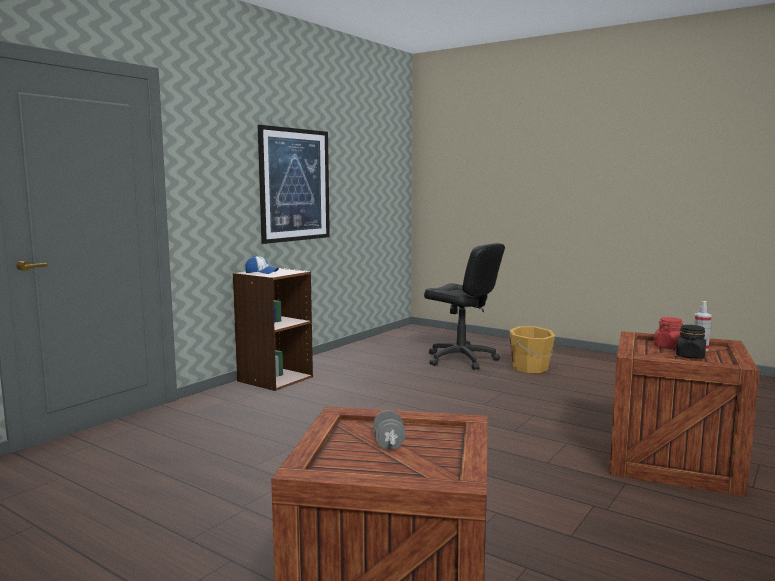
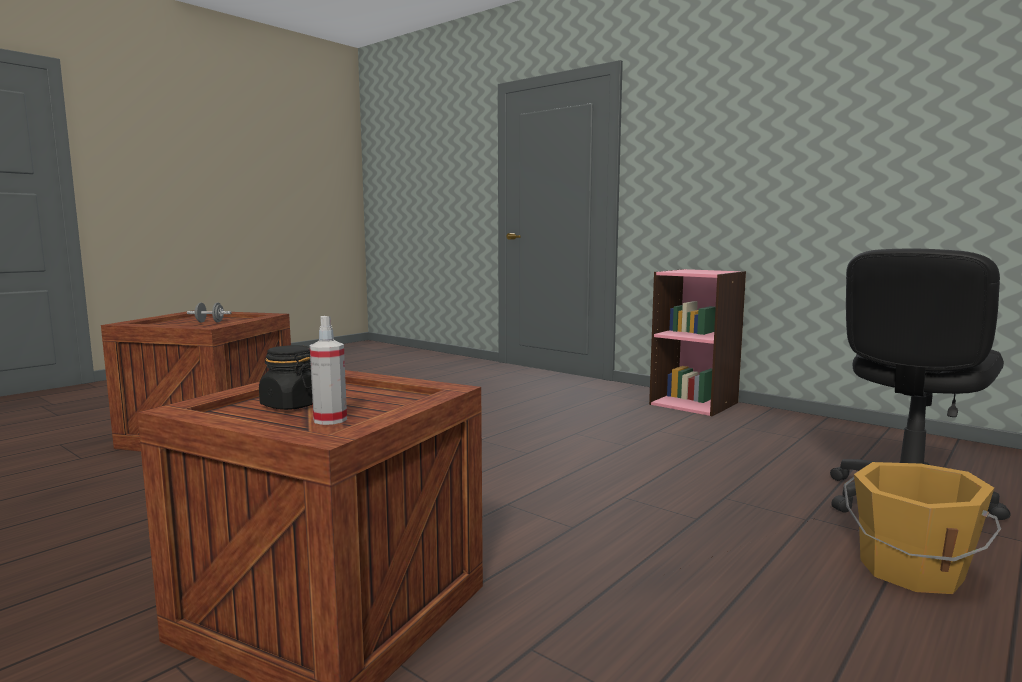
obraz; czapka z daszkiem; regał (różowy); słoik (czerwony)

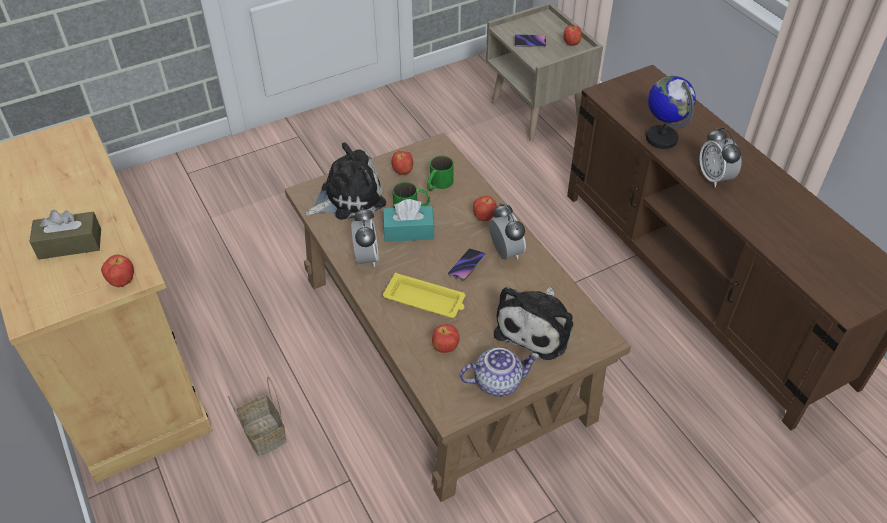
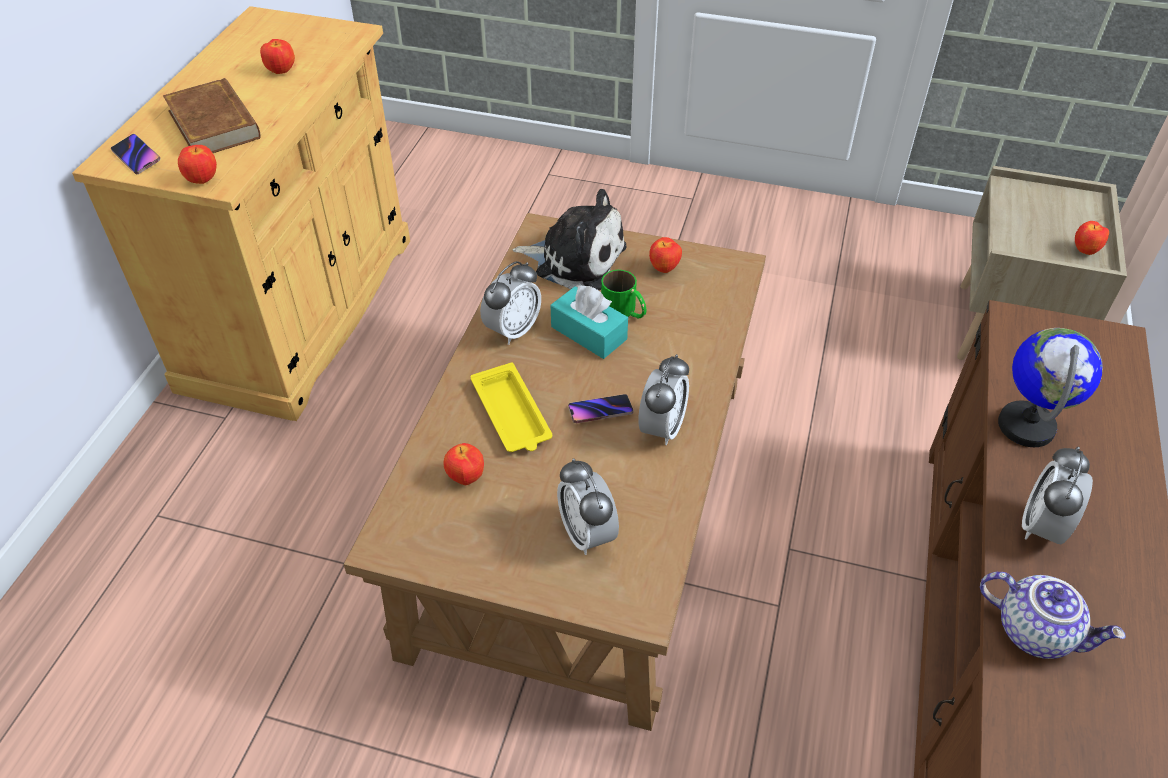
telefon (no. 1 from left); kubek (zielony) (no. 2 from left in the first image); jabłko (no. 2 from left); książka (brązowy); budzik (no. 2 from left); imbryk; koszyk

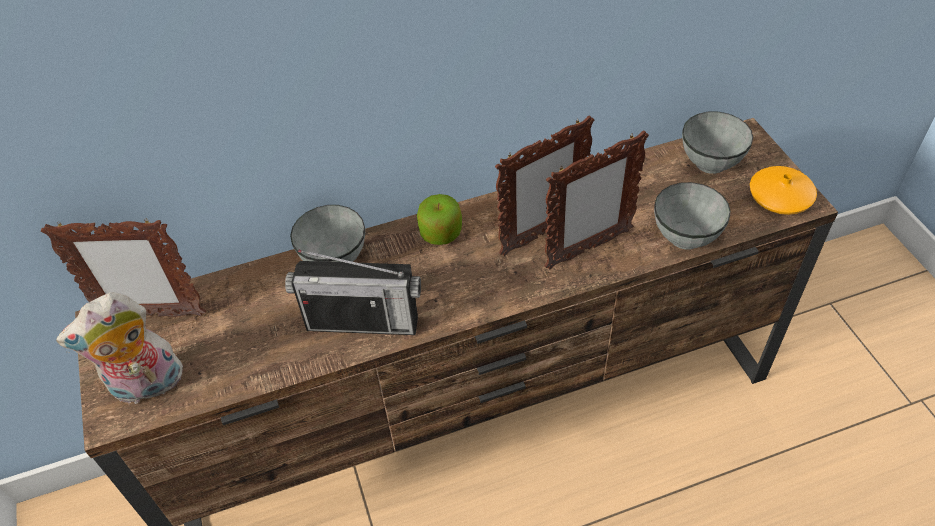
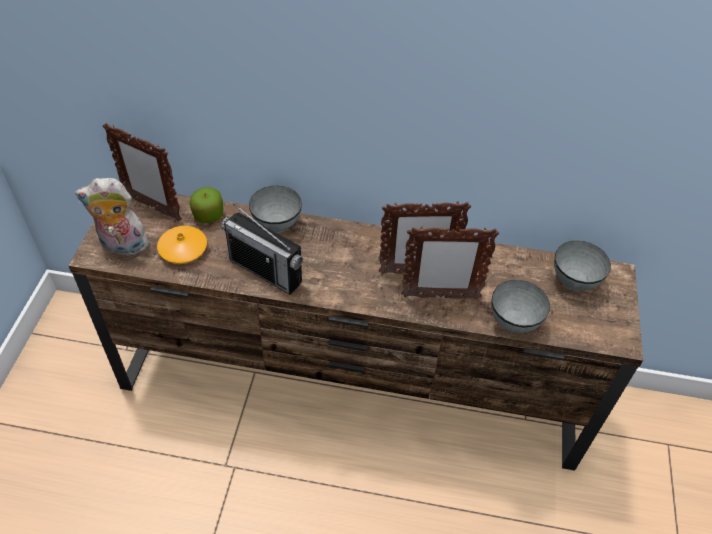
wazon (pomarańczowy); jabłko

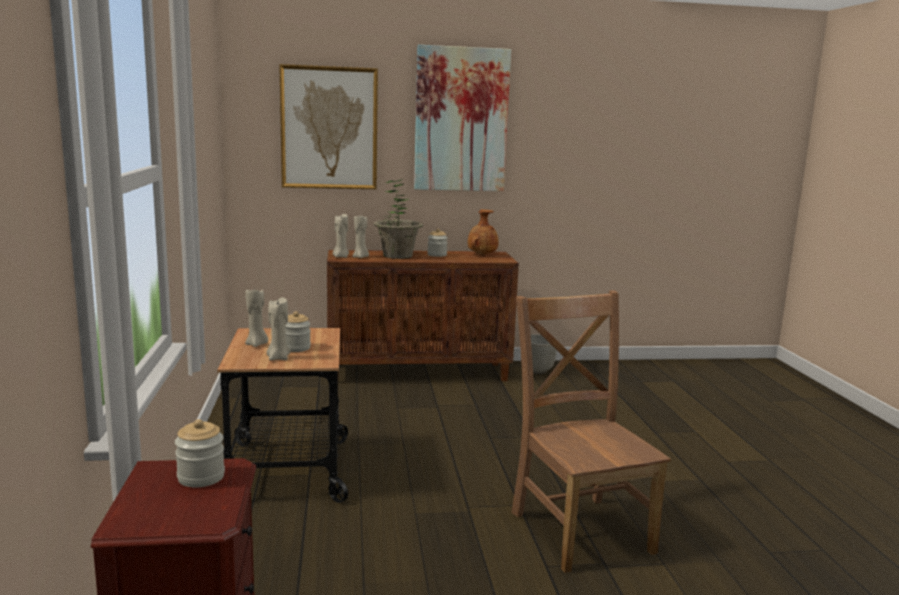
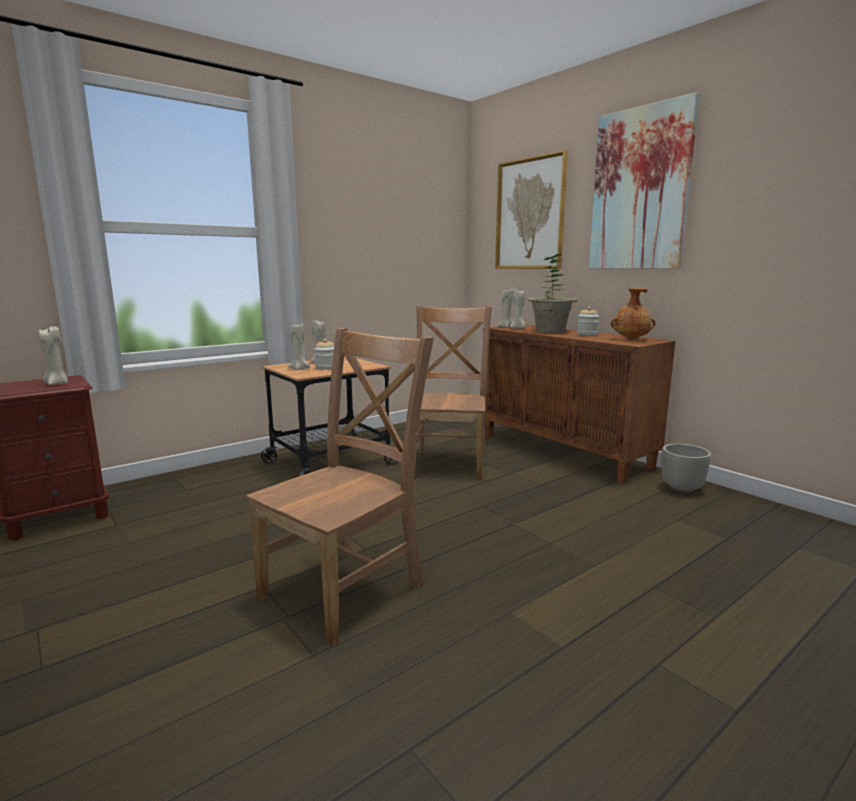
świeca (beżowy) (no. 1 from left); krzesło (brązowy) (no. 2 from left)

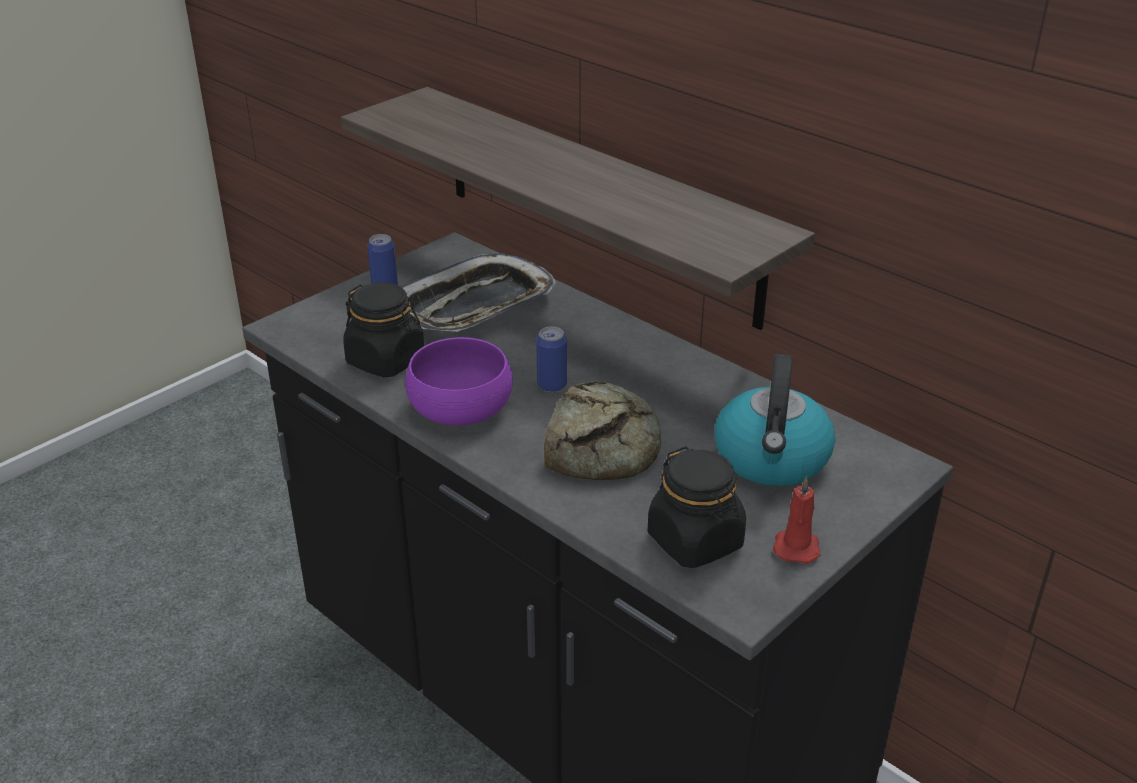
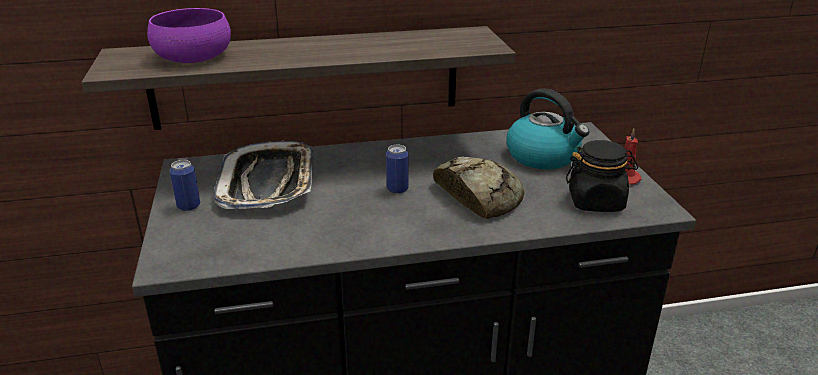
słoik (czarny) (no. 1 from left in the first image); miska (fioletowy)

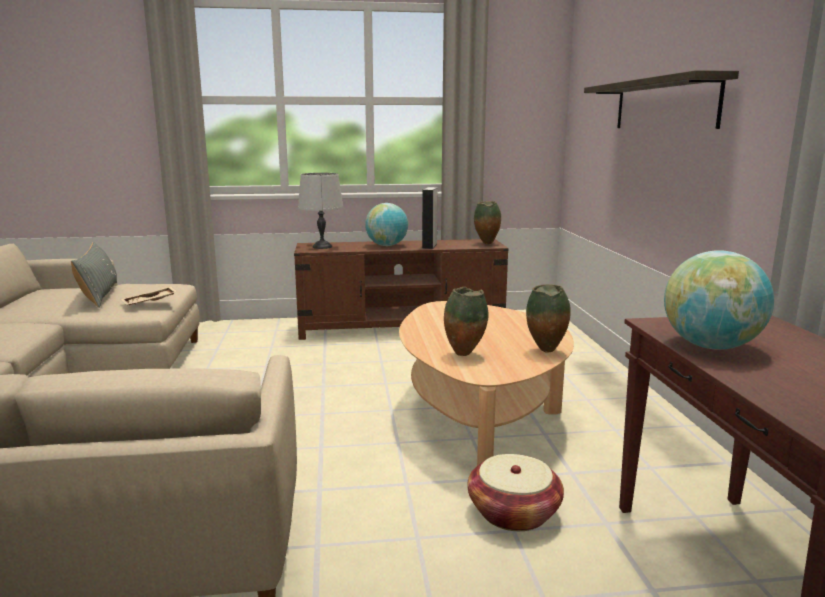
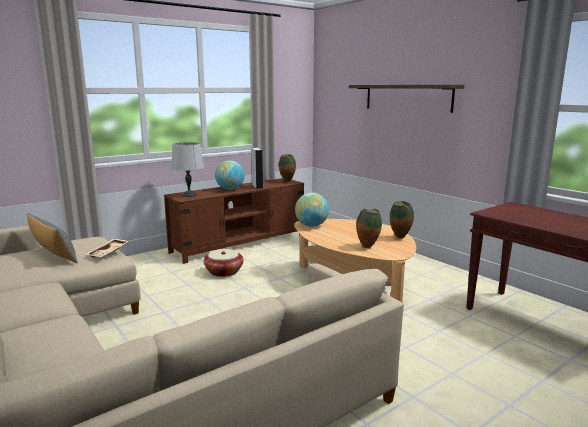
globus (no. 2 from left); koszyk

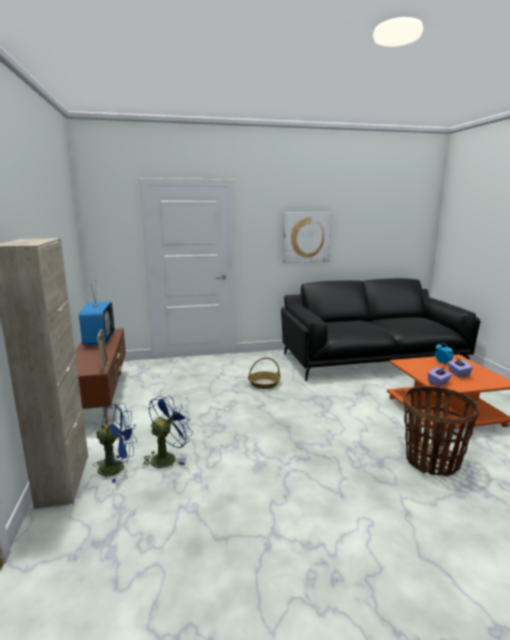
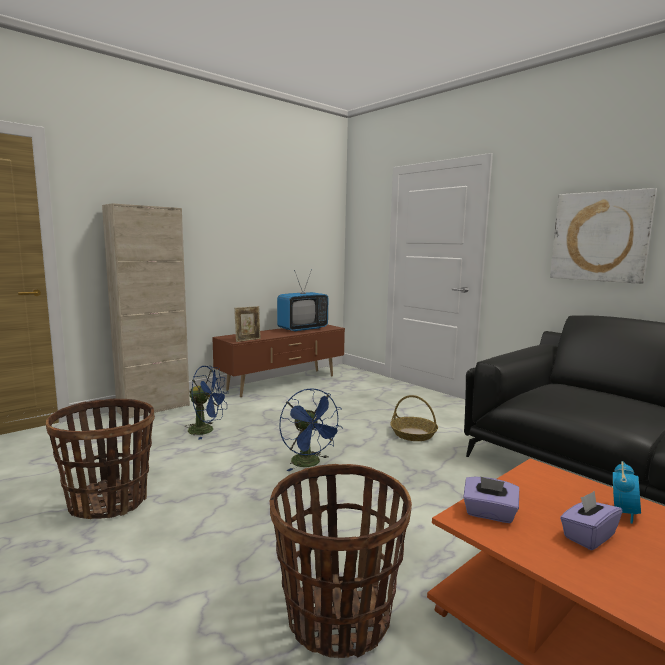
wentylator (niebieski) (no. 2 from left); koszyk (no. 1 from left)

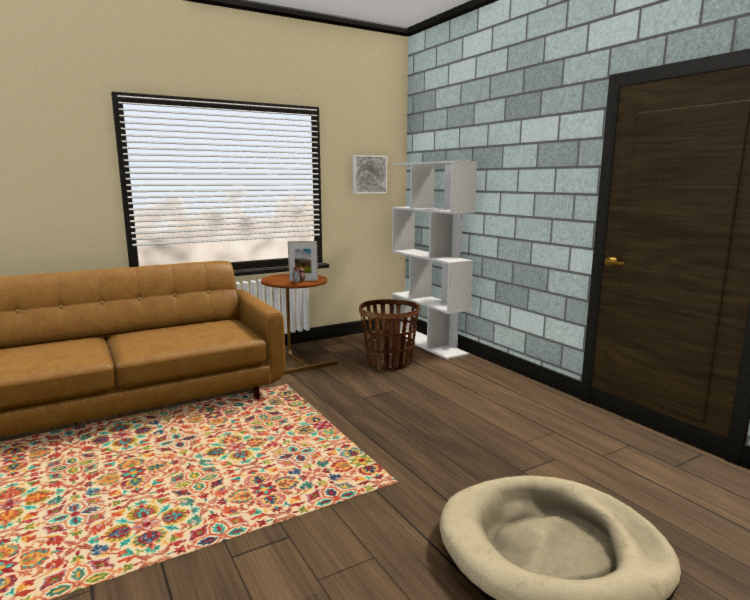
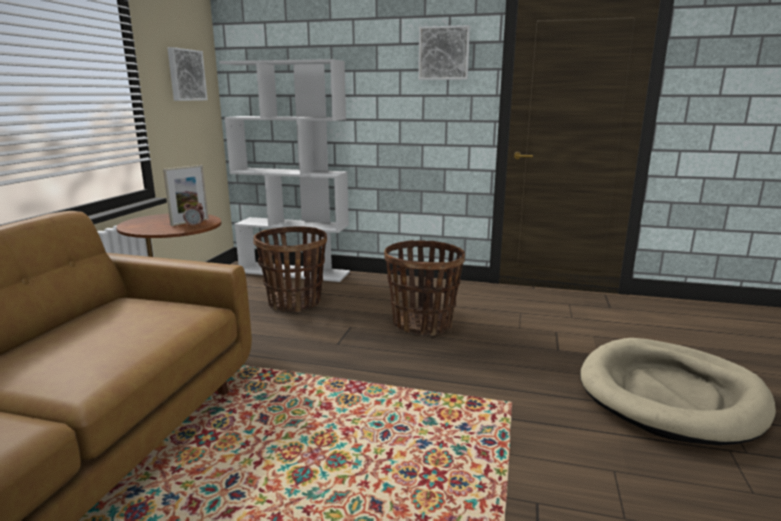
obraz (no. 2 from left); koszyk (no. 2 from left)

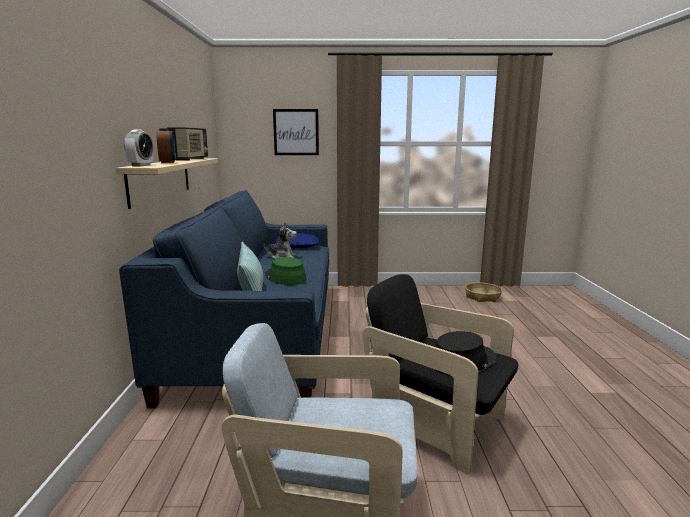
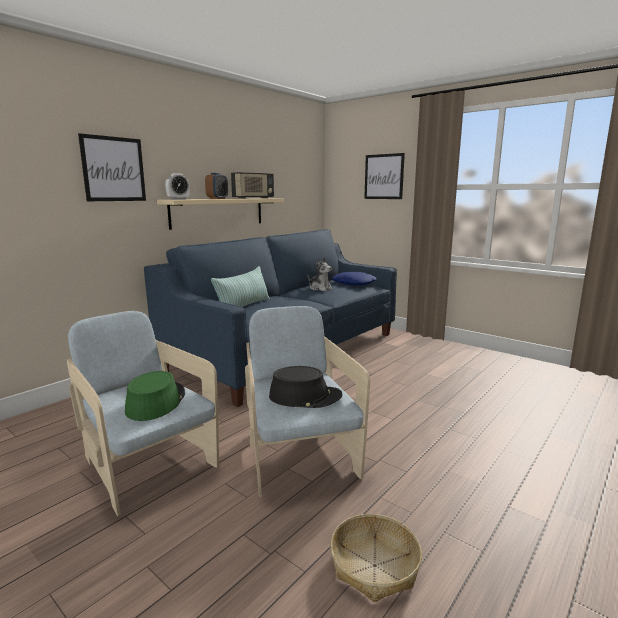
kapelusz (zielony); fotel (beżowy) (no. 2 from left); koszyk; obraz (no. 1 from left)

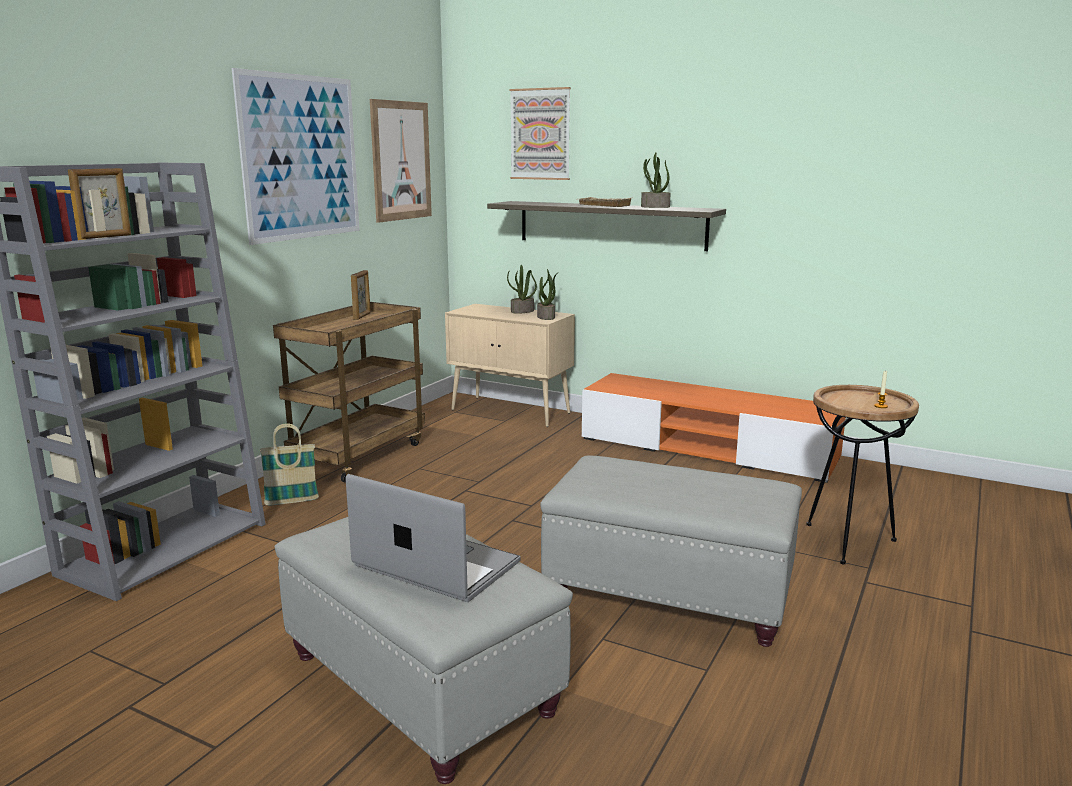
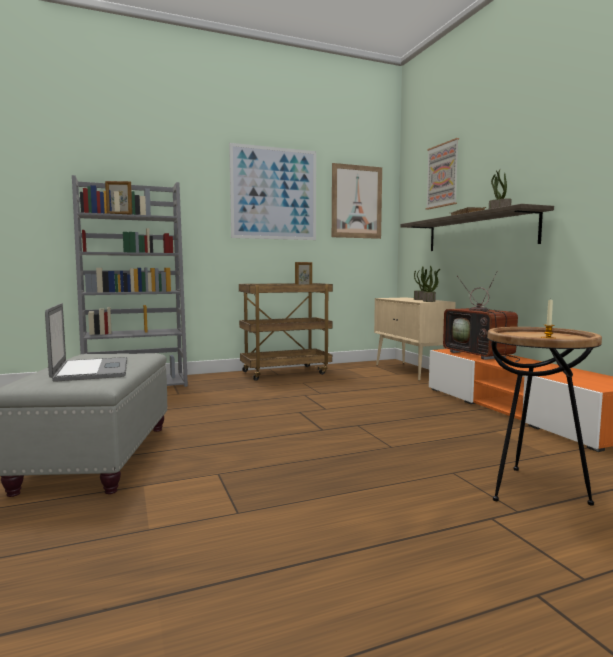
koszyk; pufa (szary) (no. 2 from left in the first image); telewizor

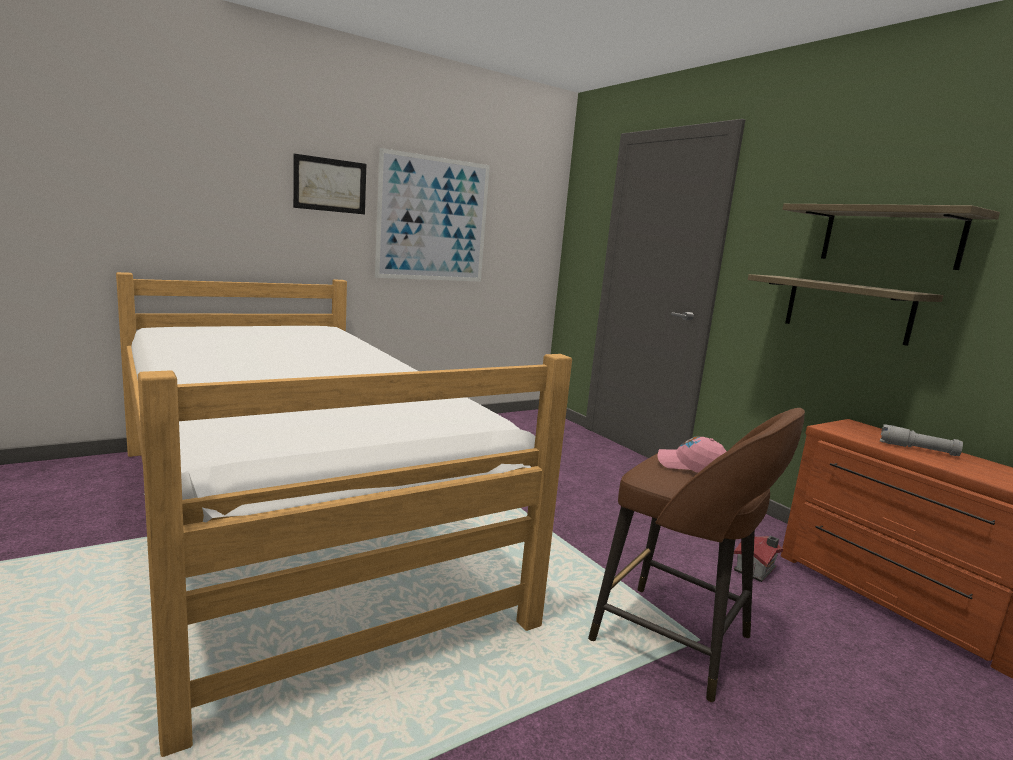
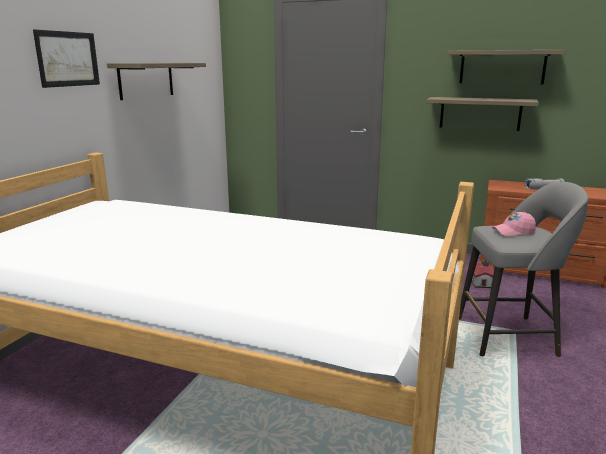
półka (no. 1 from left); stołek (szary)

